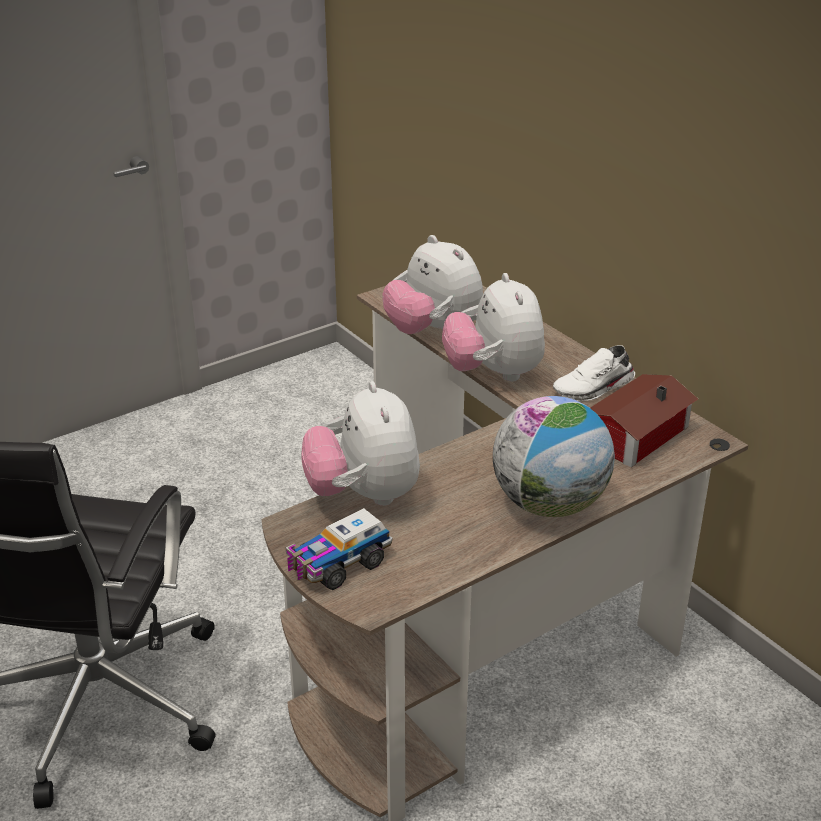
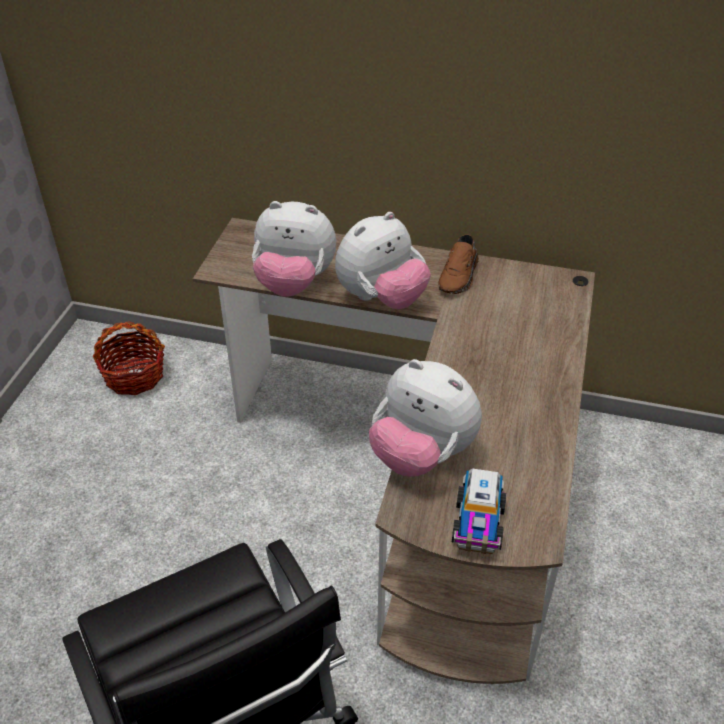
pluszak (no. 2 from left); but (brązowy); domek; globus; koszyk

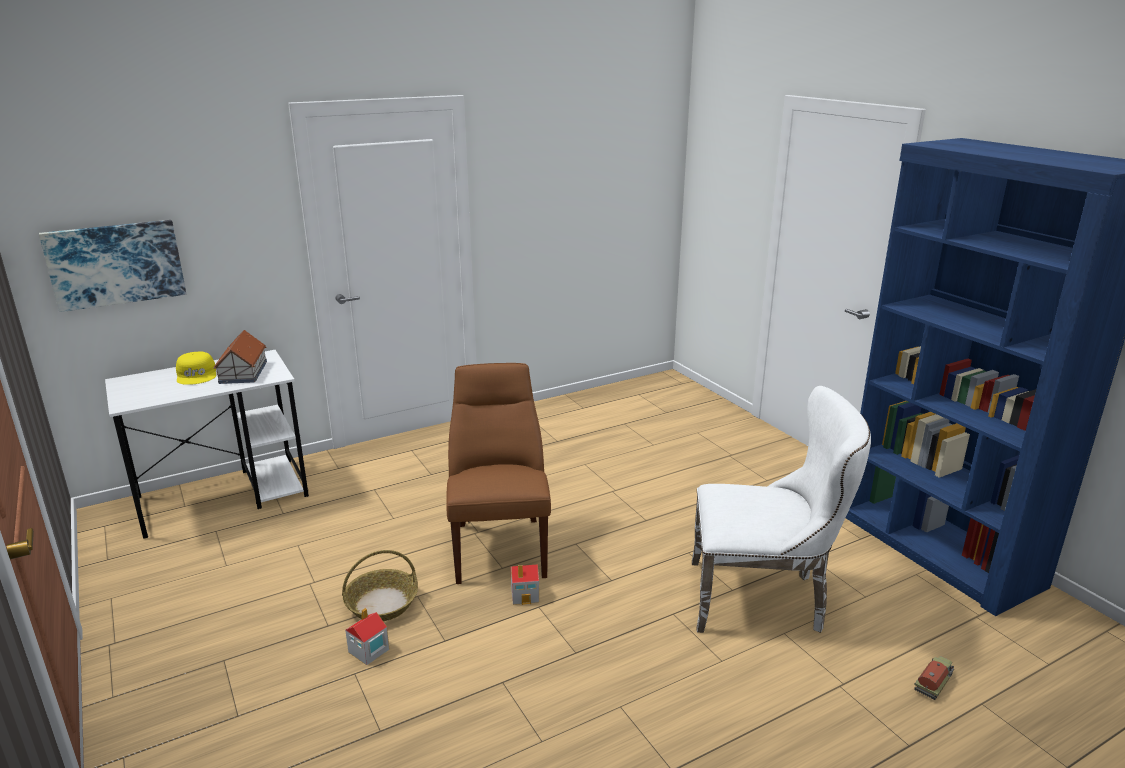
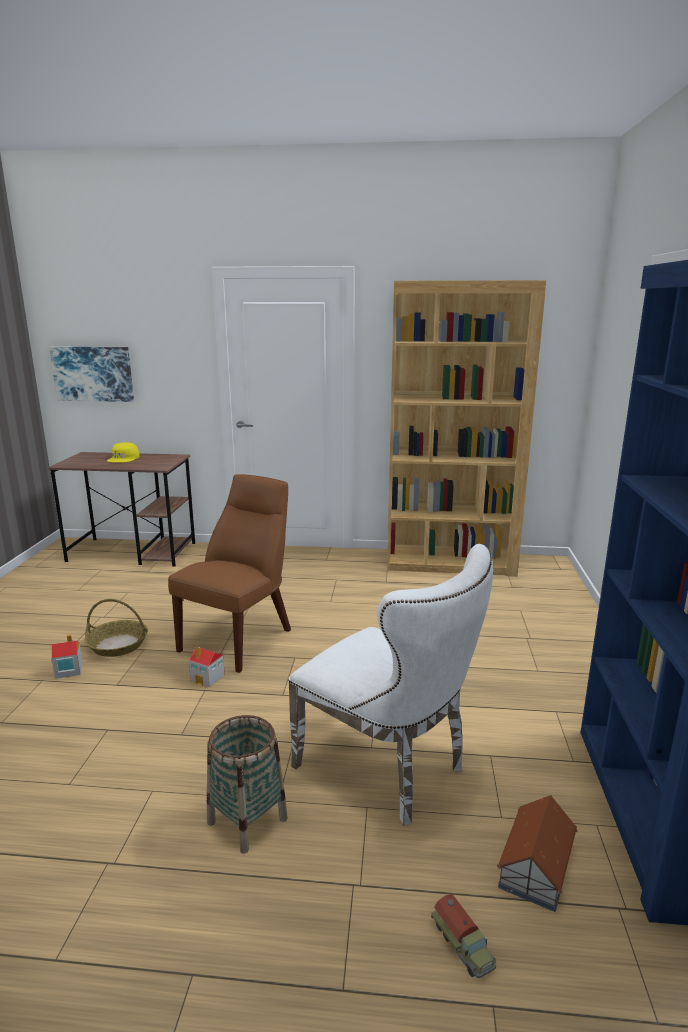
domek (no. 3 from left); biurko (brązowy); ciężarówka zabawkowa; regał (brązowy); koszyk (no. 2 from left)

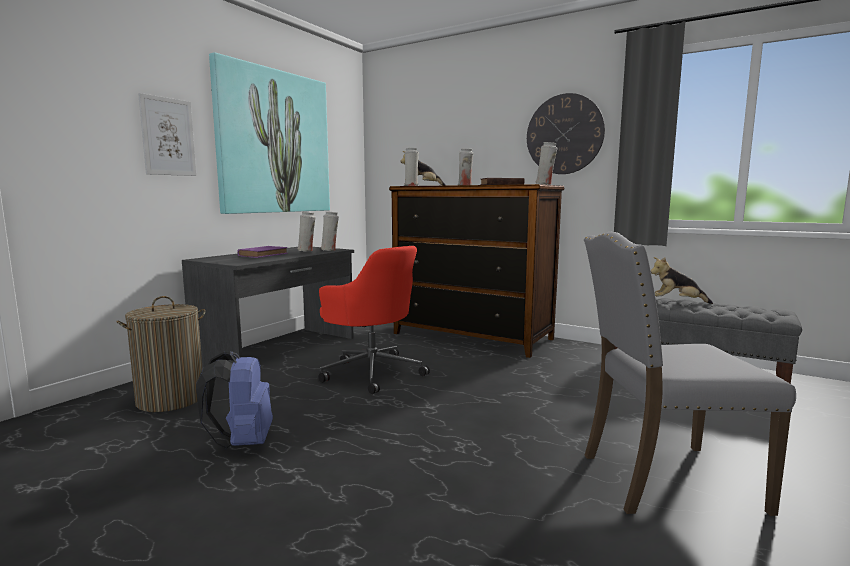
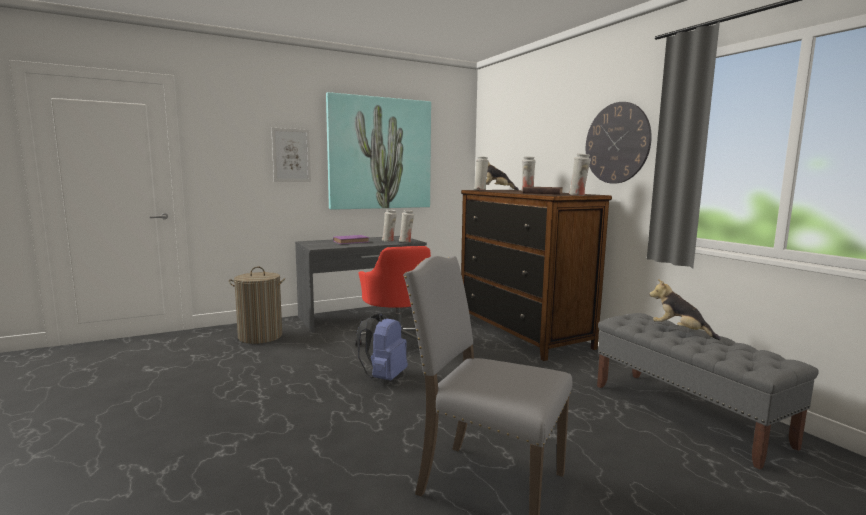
plecak (niebieski)

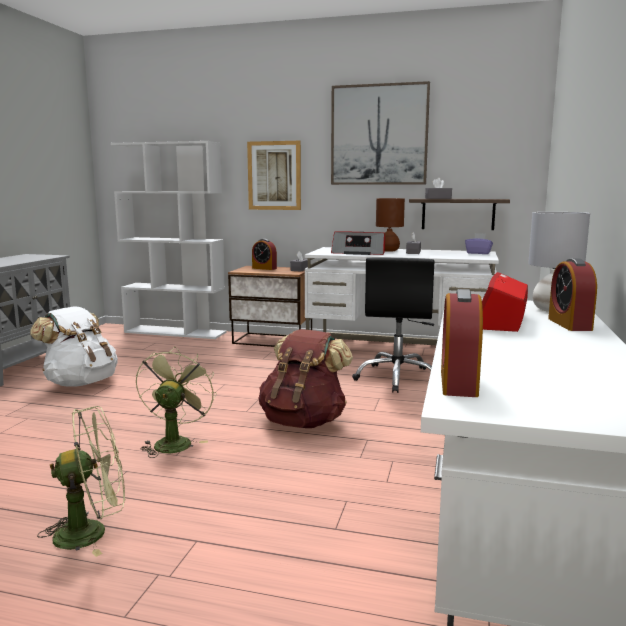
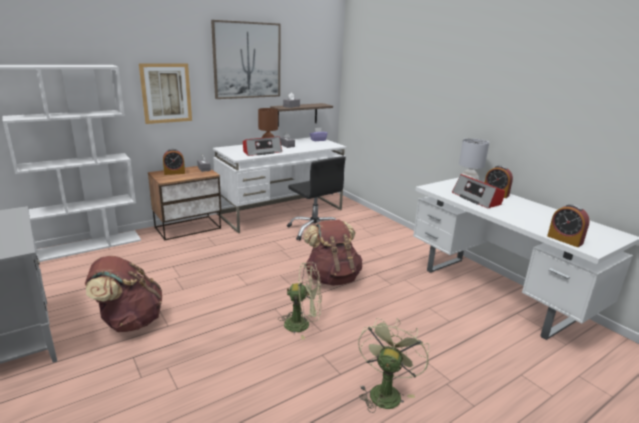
plecak (brązowy) (no. 1 from left); wentylator (zielony) (no. 1 from left)

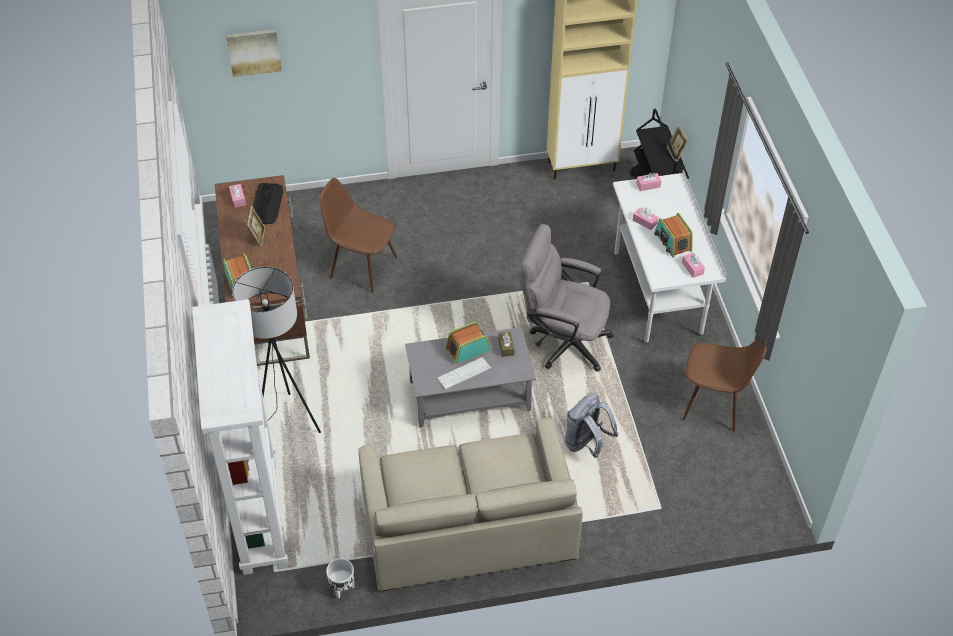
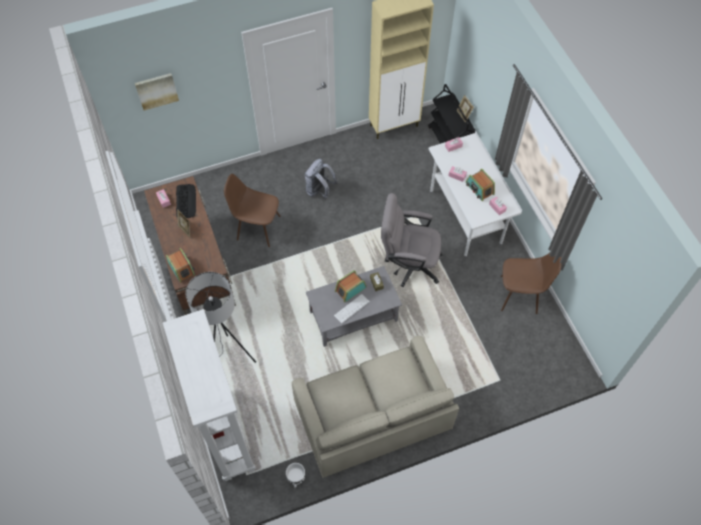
plecak (szary)

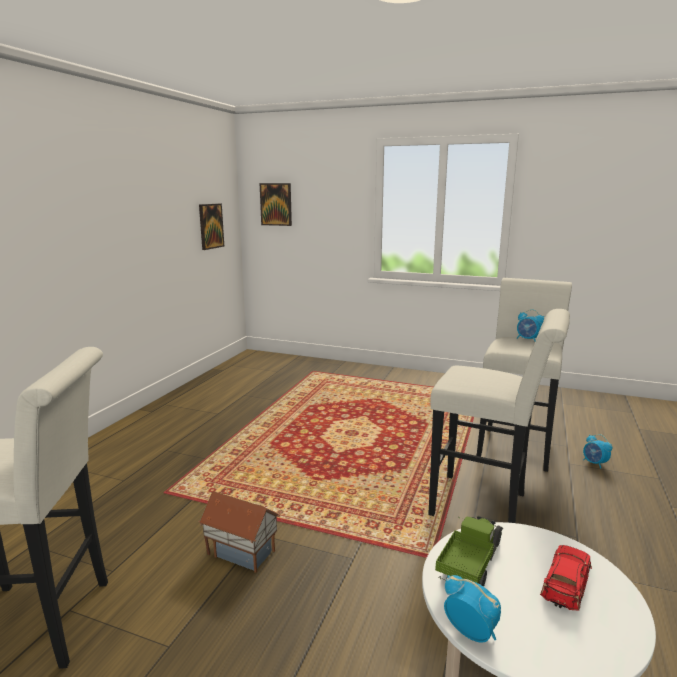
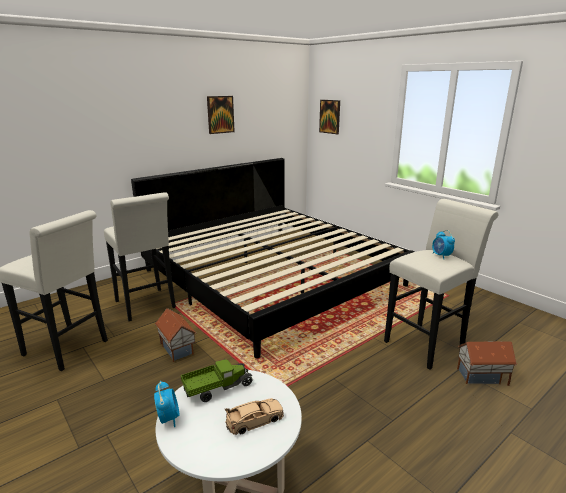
obraz (no. 1 from left); stołek (biały) (no. 2 from left); domek (no. 2 from left); samochodzik (beżowy); łóżko

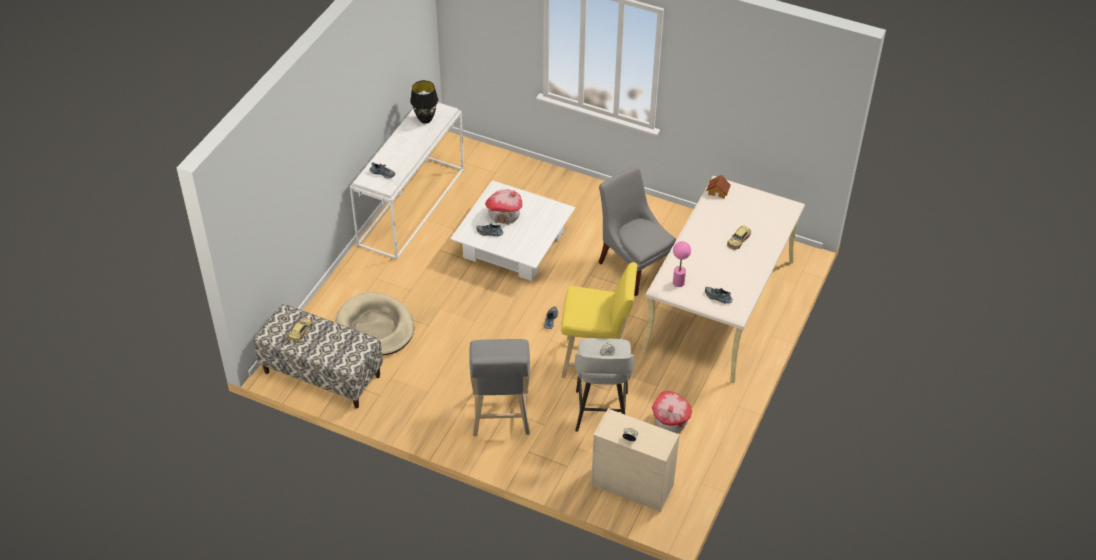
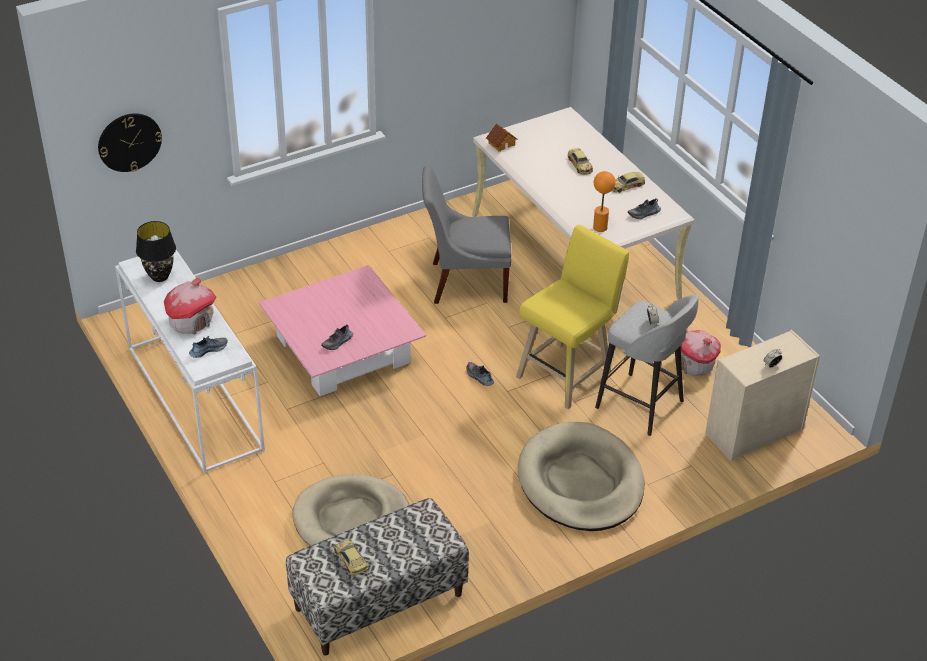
ława (różowy); domek (no. 1 from left); lampa stołowa (pomarańczowy); legowisko (beżowy) (no. 2 from left); zegar ścienny; samochodzik (no. 3 from left)

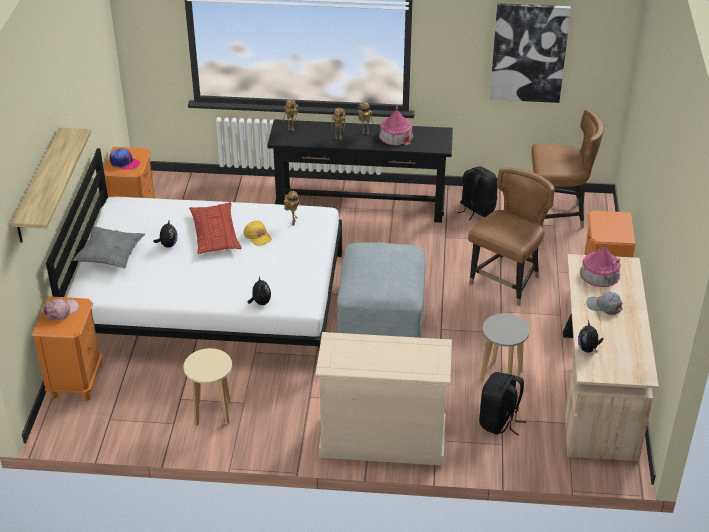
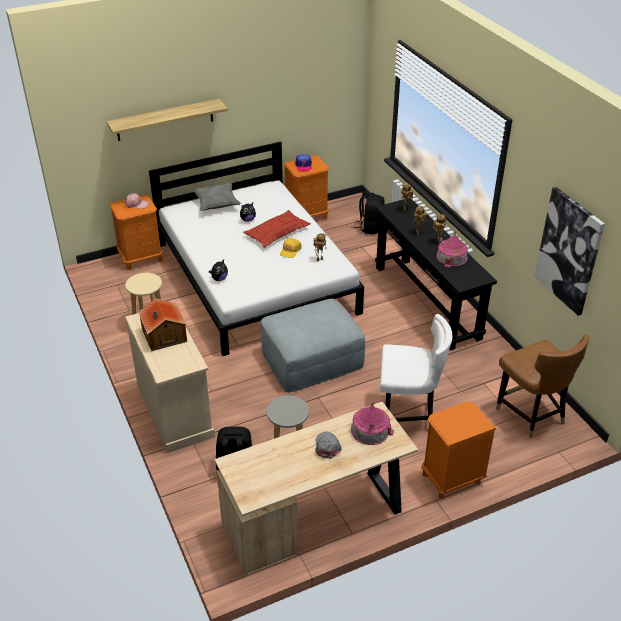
plecak (czarny) (no. 2 from left); krzesło (biały); pluszak (no. 3 from left in the first image); domek (no. 1 from left)

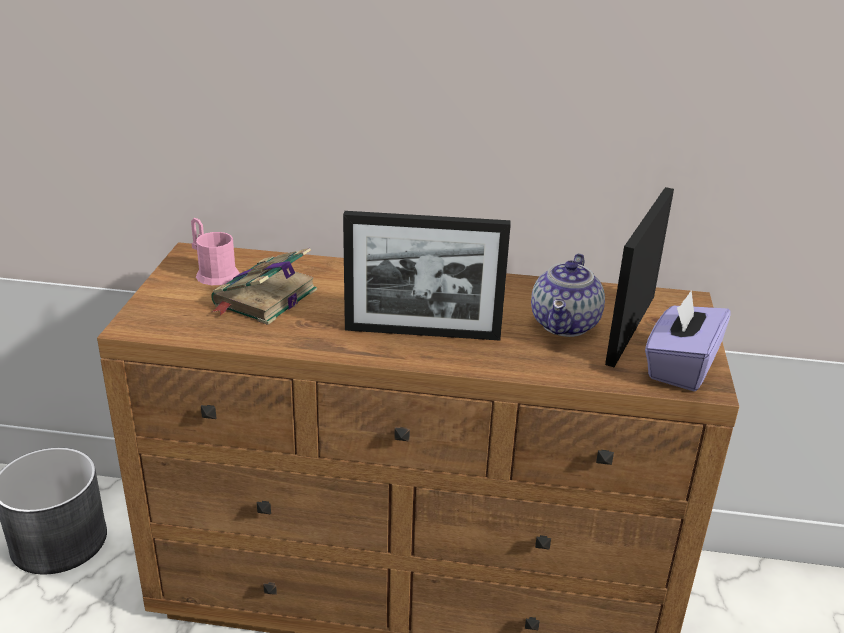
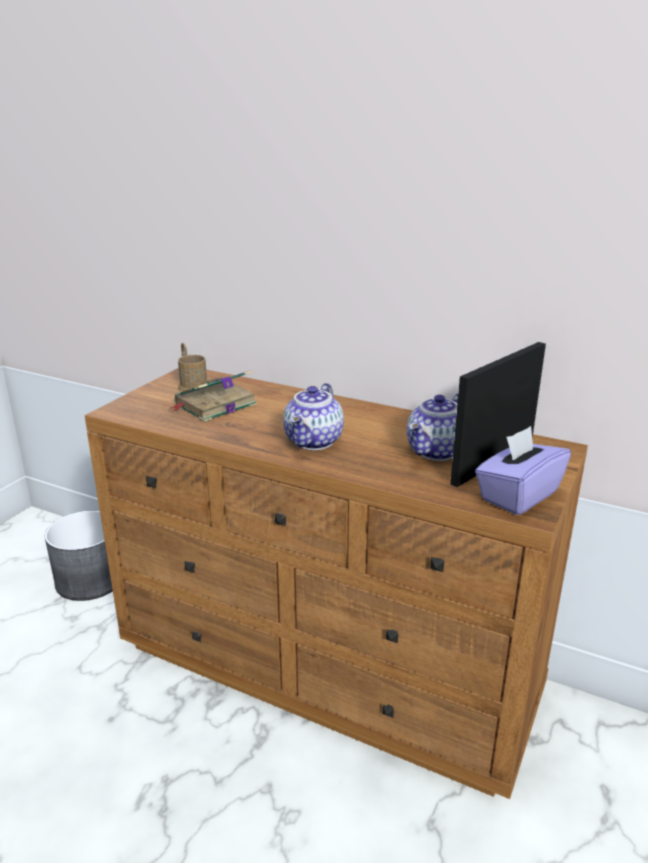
imbryk (no. 1 from left); kubek (brązowy)

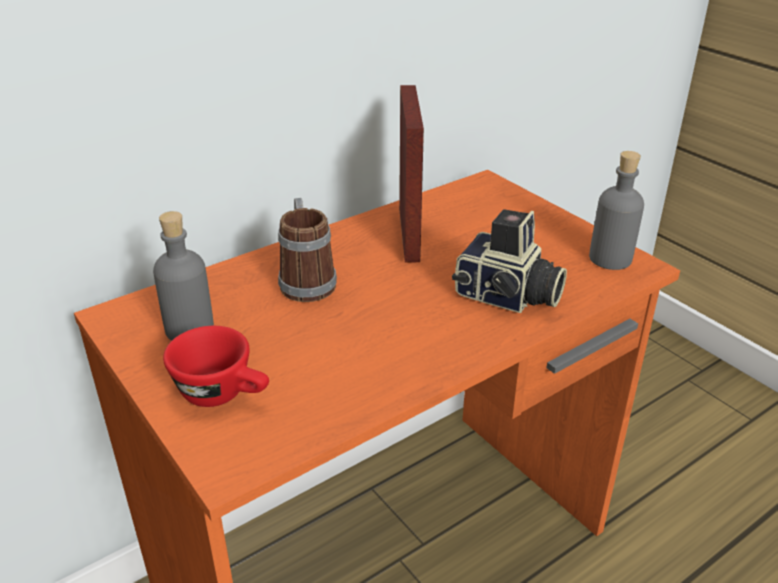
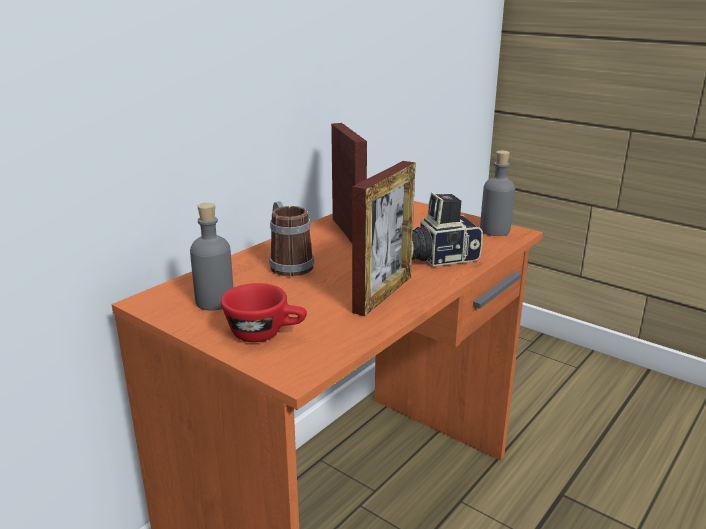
aparat fotograficzny; ramka na zdjęcie (no. 2 from left)

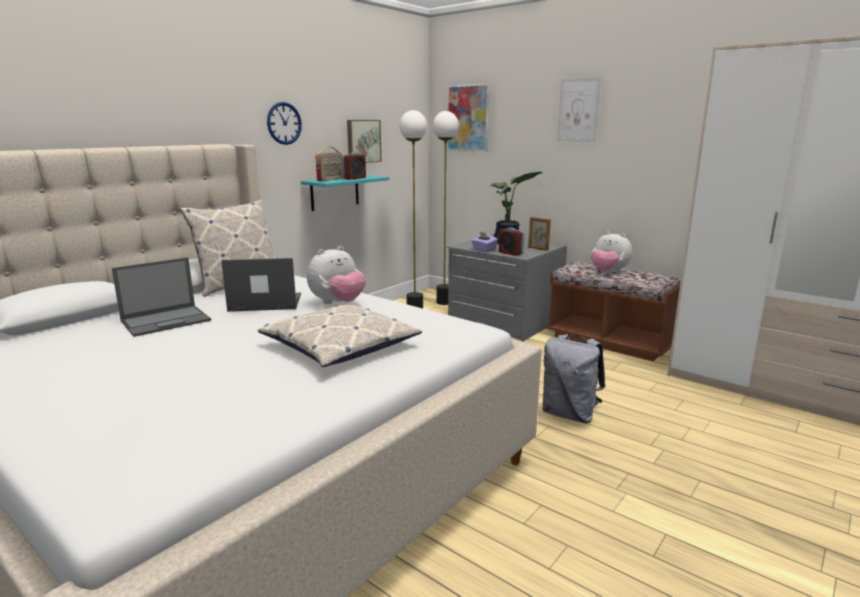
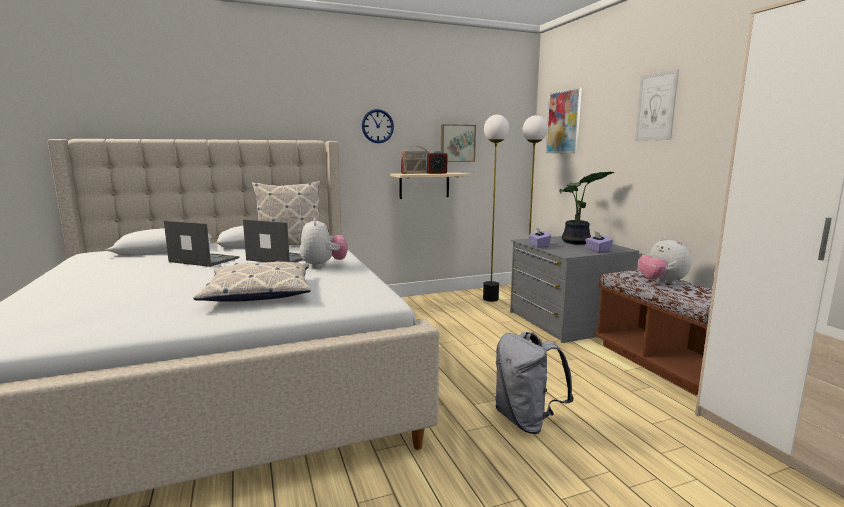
półka (beżowy); pudełko chusteczek (fioletowy) (no. 2 from left); budzik (no. 2 from left in the first image); pluszak (no. 1 from left); laptop (no. 1 from left)

